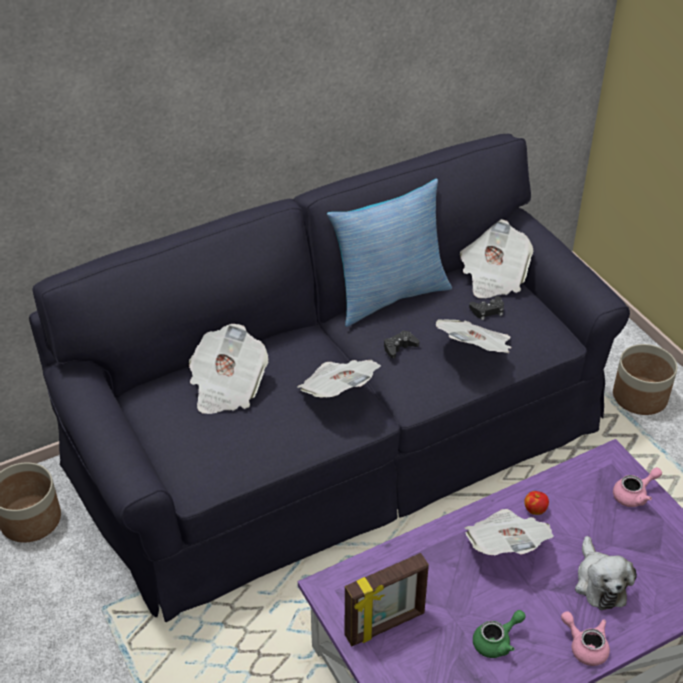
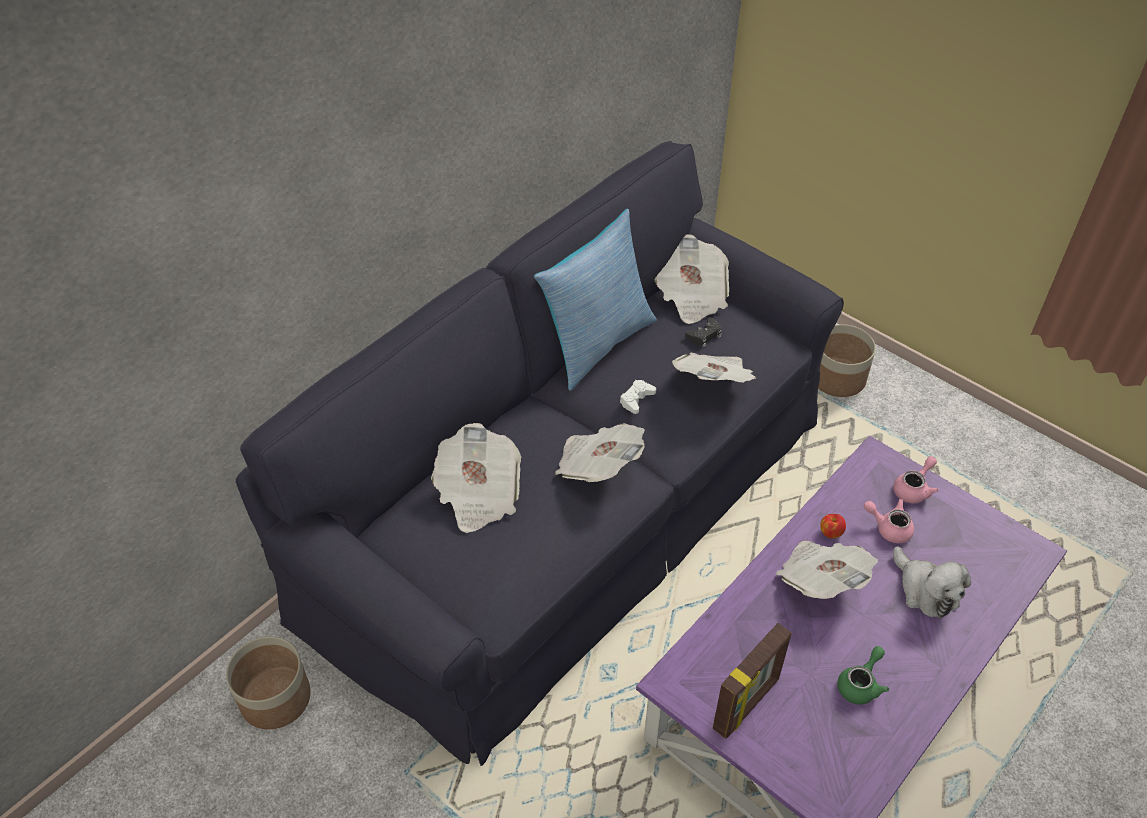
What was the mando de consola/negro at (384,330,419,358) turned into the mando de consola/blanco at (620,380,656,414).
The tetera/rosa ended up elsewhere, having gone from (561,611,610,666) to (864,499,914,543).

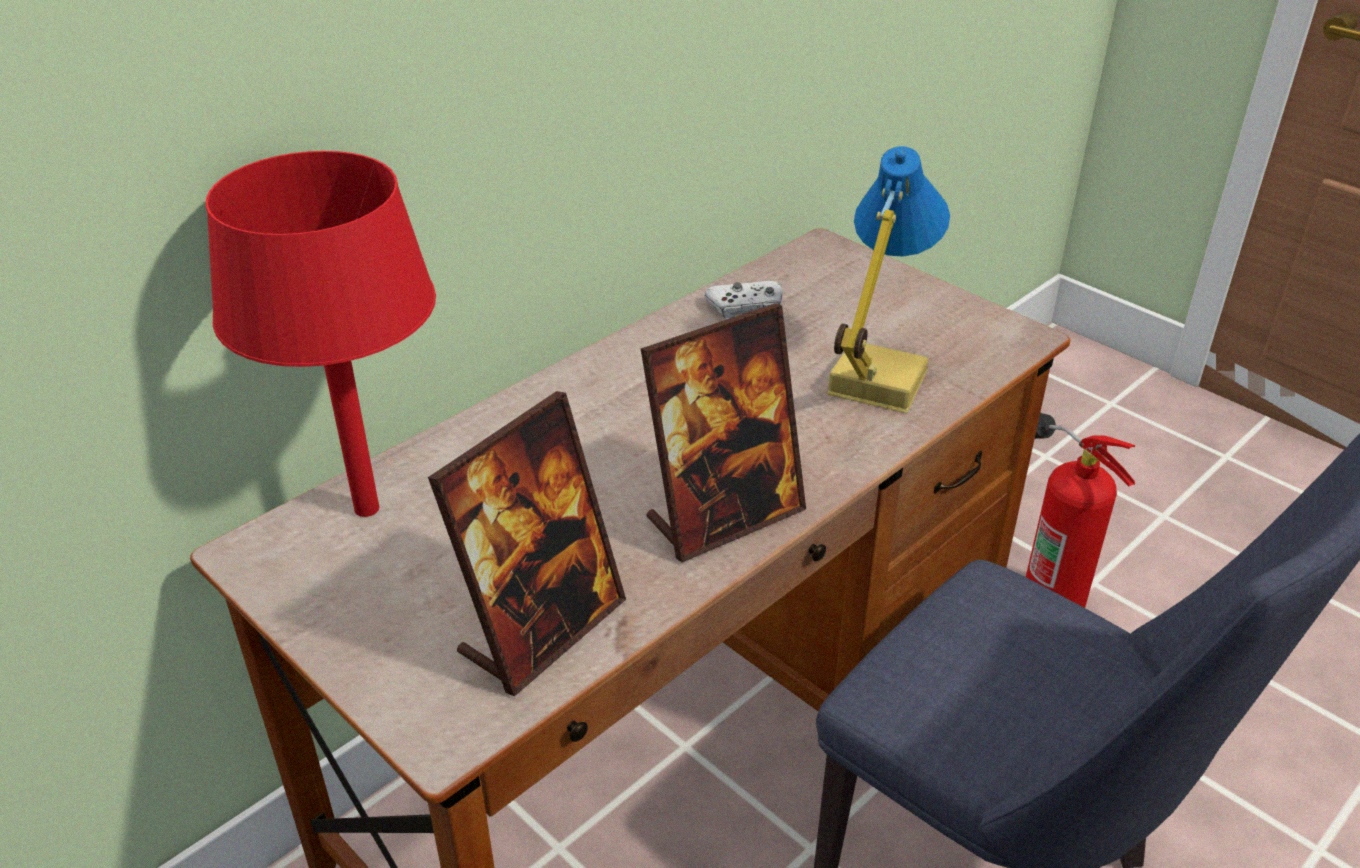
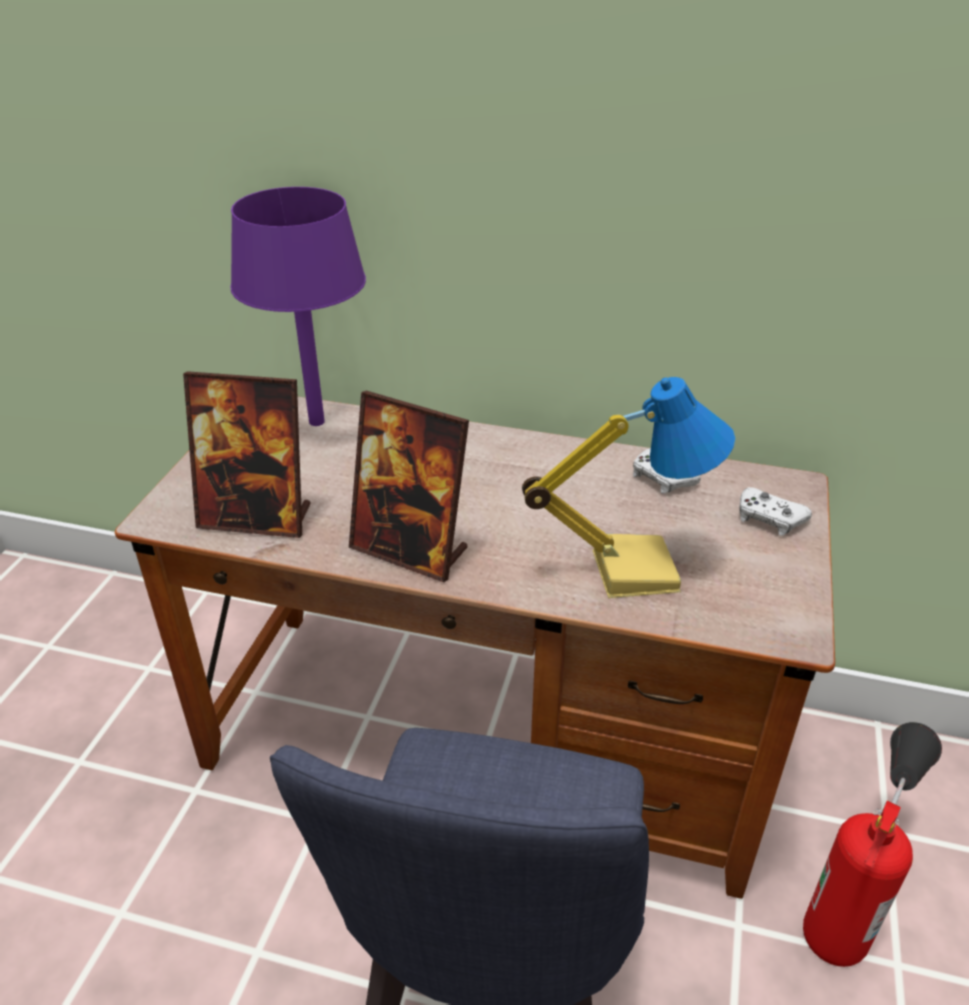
What was the lámpara de mesa/rojo at (206,151,436,517) turned into the lámpara de mesa/morado at (230,187,366,426).
The second view gained the mando de consola/blanco at (739,487,812,536).

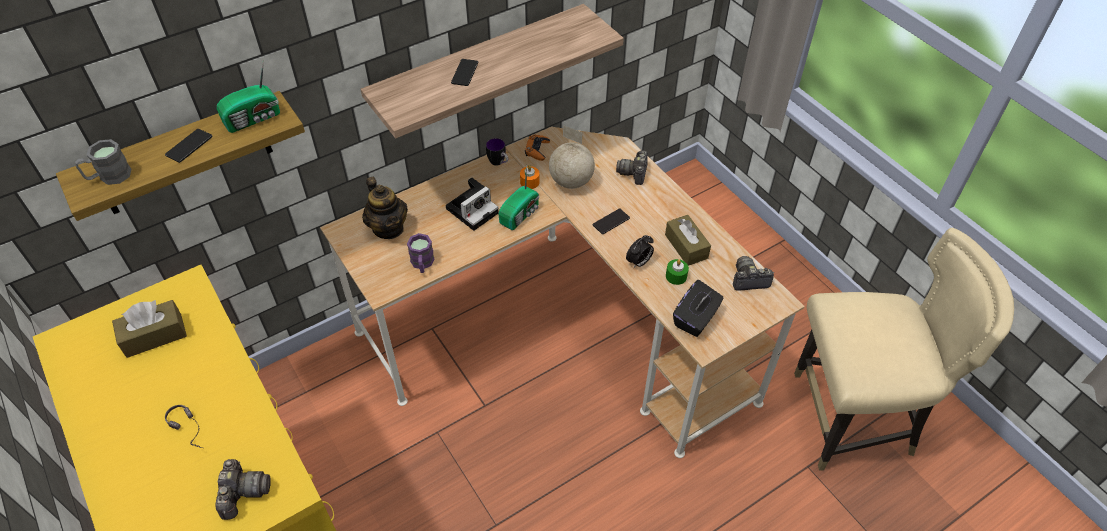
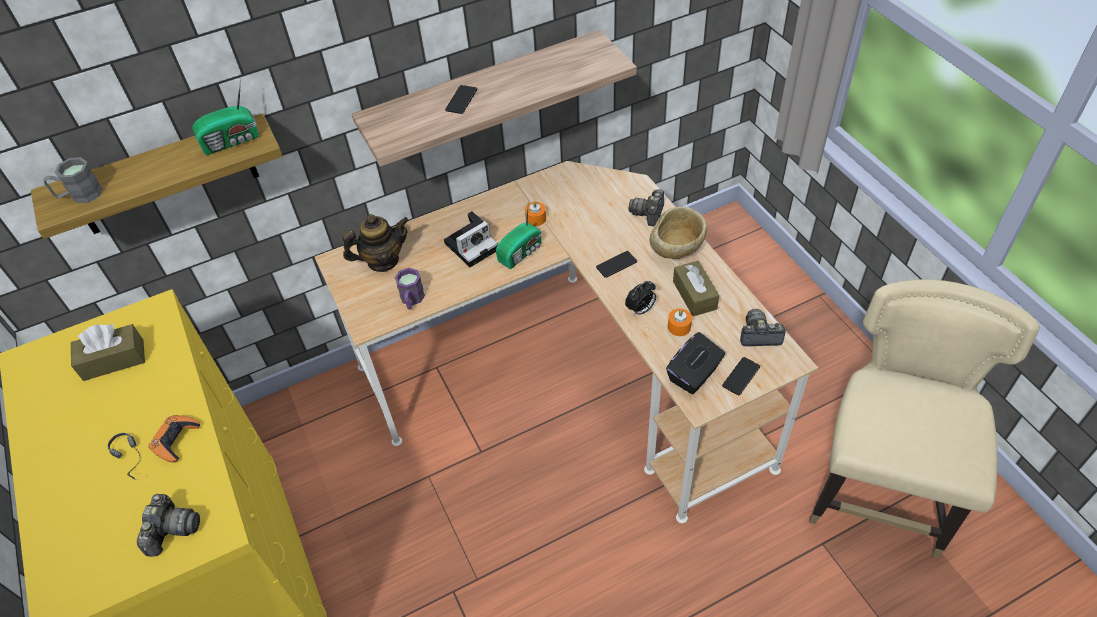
The mando de consola/naranja ended up elsewhere, having gone from (525,135,550,161) to (149,415,200,463).
The tetera at (362,177,408,239) ended up facing another way, 90 degrees counterclockwise from before.
The second view gained the cuenco/beis at (650,206,708,259).
What was the vela/verde at (666,259,689,285) turned into the vela/naranja at (668,309,692,336).
The móvil ended up elsewhere, having gone from (165,129,212,163) to (722,357,760,395).
The silla/beis at (794,228,1014,471) ended up facing another way, 75 degrees counterclockwise from before.
The second view lost the taza grande at (486,138,508,166).
The second view lost the globo terráqueo at (549,125,595,189).

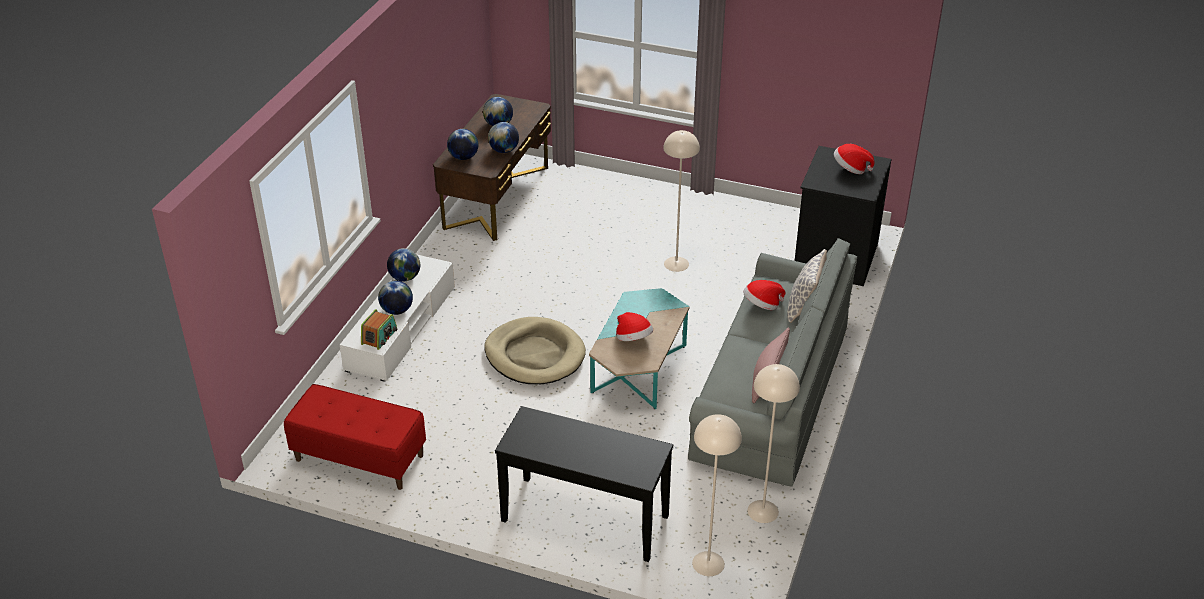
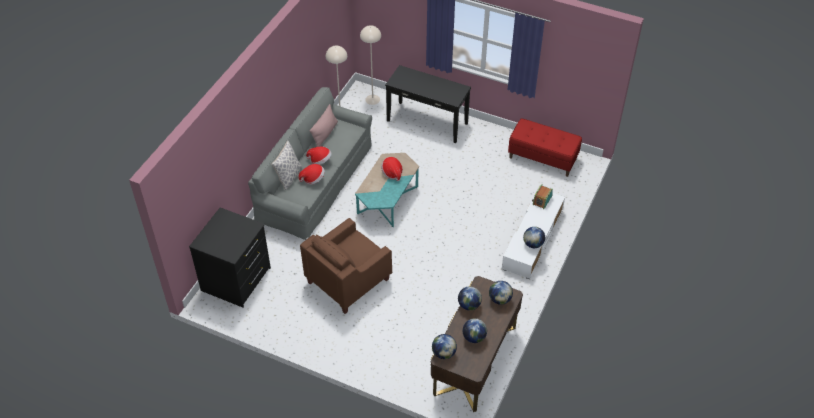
Where the lámpara de pie/beis stood at (663,130,700,272), the sillón/marrón came to stand at (300,218,392,314).
The sombrero ended up elsewhere, having gone from (834,144,874,174) to (306,147,332,165).
The globo terráqueo ended up elsewhere, having gone from (378,281,413,315) to (432,334,457,359).
The second view lost the cama para perro/beis at (485,317,586,384).

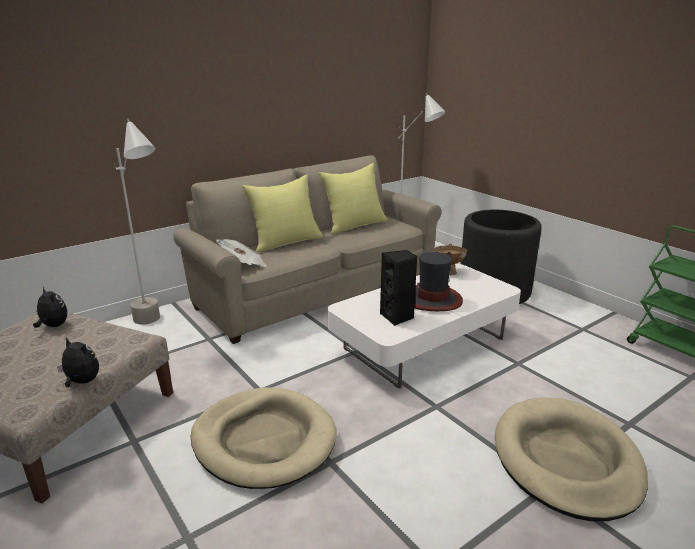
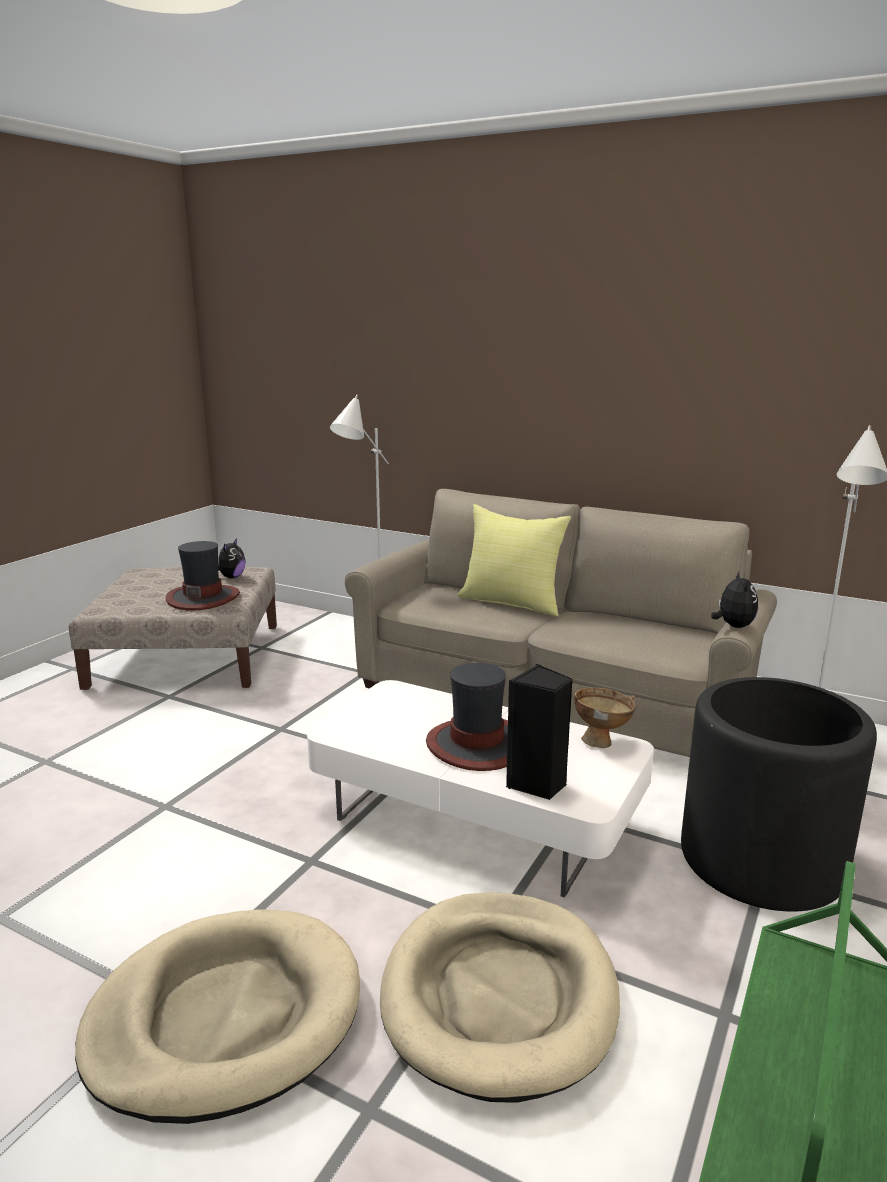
The second view gained the sombrero at (166,541,240,611).
The cama para perro/beis ended up elsewhere, having gone from (191,387,337,489) to (380,892,620,1103).
The altavoz/negro ended up elsewhere, having gone from (380,250,417,326) to (506,664,573,800).
The peluche ended up elsewhere, having gone from (57,337,99,387) to (711,570,758,628).
The second view lost the periódico at (216,239,267,267).
The second view lost the cojín/amarillo at (319,163,387,234).

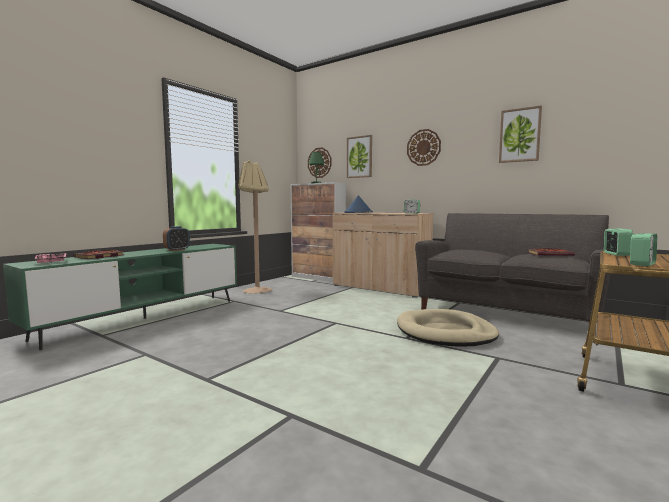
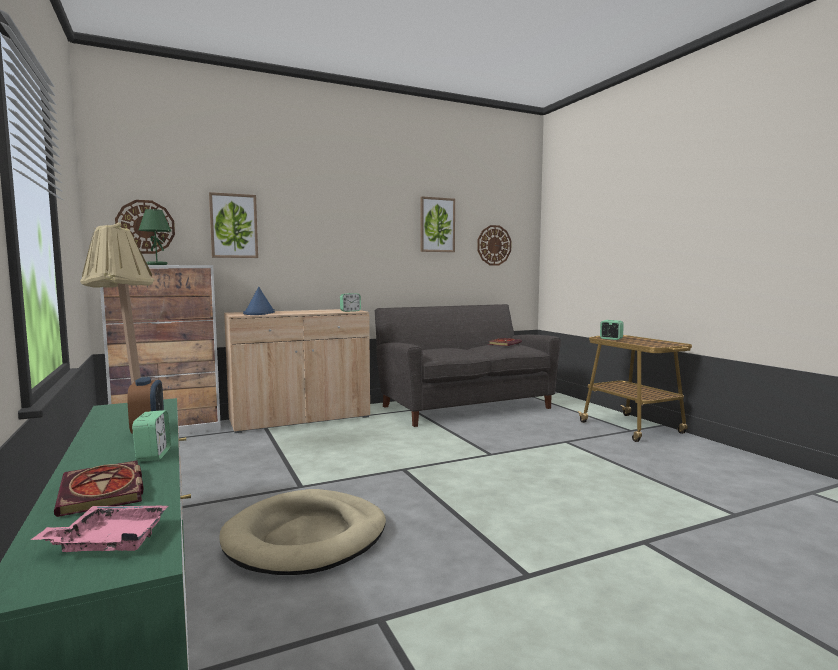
The despertador ended up elsewhere, having gone from (630,233,657,266) to (132,410,171,462).
The cama para perro/beis ended up elsewhere, having gone from (397,309,499,347) to (219,489,386,575).
The reloj de pared ended up elsewhere, having gone from (407,129,441,166) to (477,225,511,265).

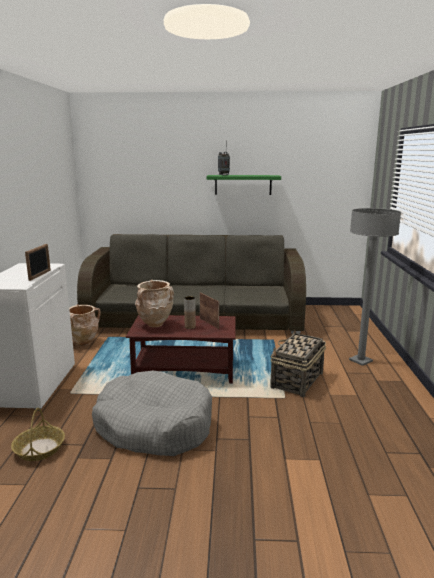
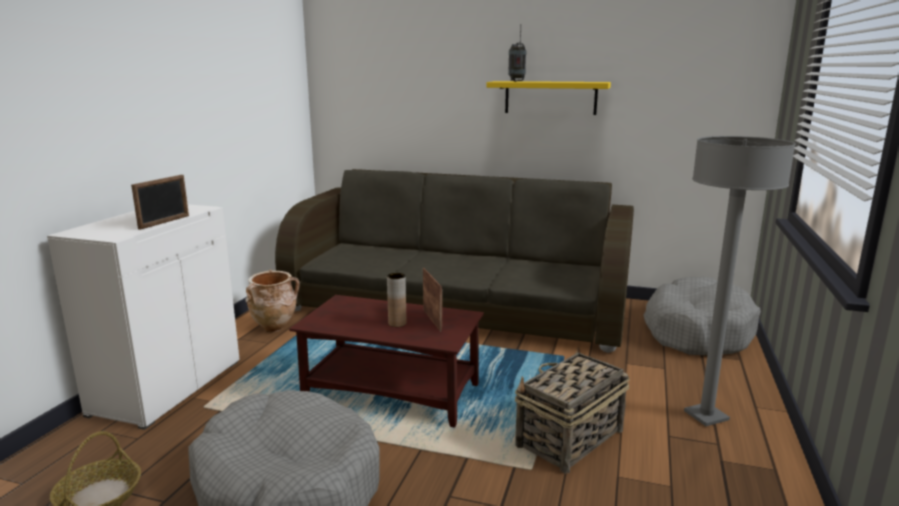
What was the estante/verde at (207,175,281,195) turned into the estante/amarillo at (486,81,611,115).
The second view gained the cama para perro/gris at (644,277,761,355).
The second view lost the florero/beis at (135,280,174,328).

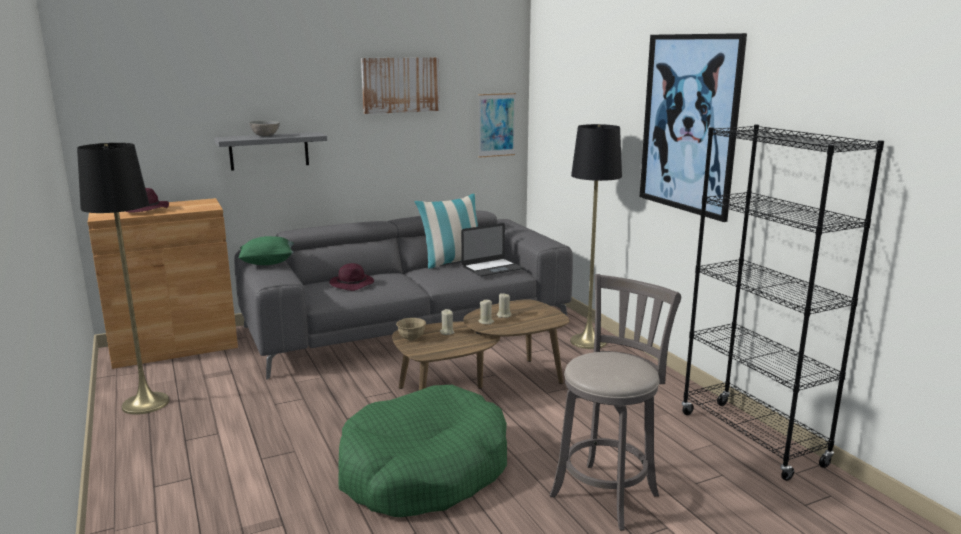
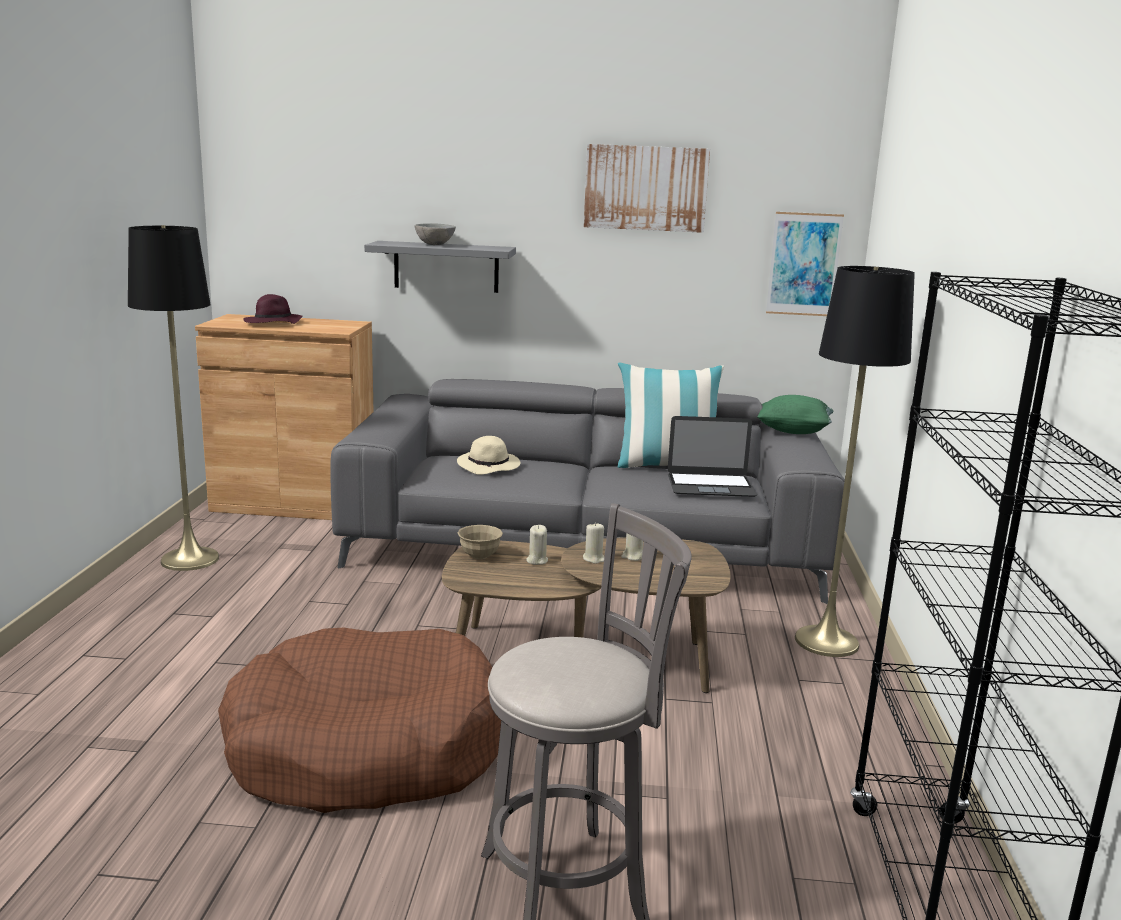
What was the cama para perro/verde at (338,385,507,517) turned into the cama para perro/marrón at (218,628,501,813).
What was the sombrero/morado at (329,263,374,291) turned into the sombrero/beis at (457,436,521,475).
The cojín/verde ended up elsewhere, having gone from (239,236,294,265) to (757,395,834,434).
The second view lost the cuadro at (640,33,747,222).

